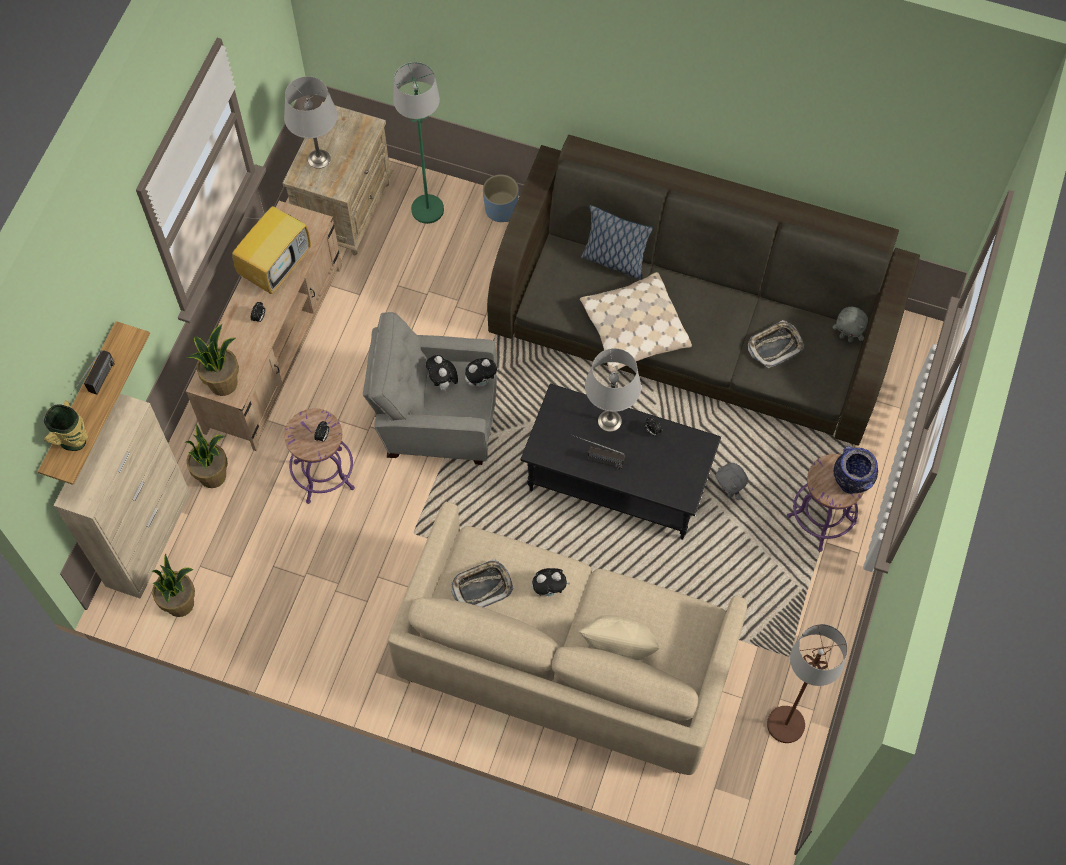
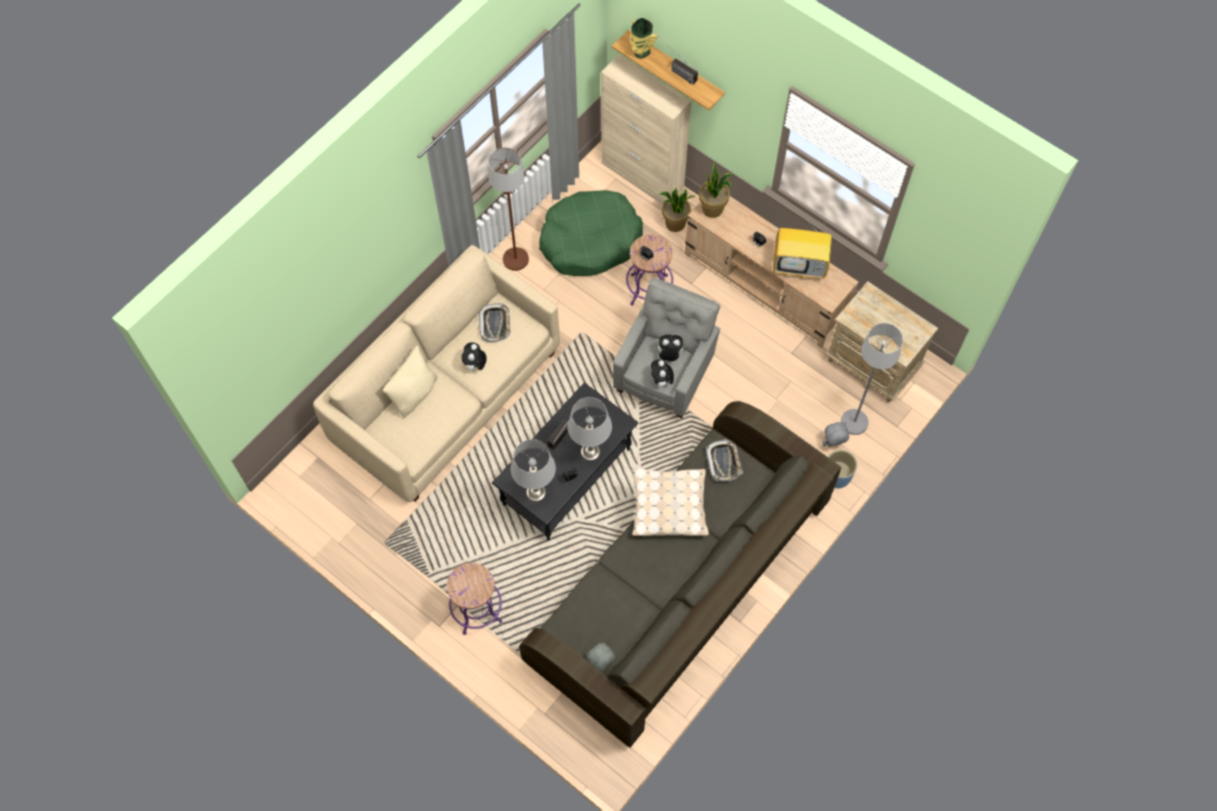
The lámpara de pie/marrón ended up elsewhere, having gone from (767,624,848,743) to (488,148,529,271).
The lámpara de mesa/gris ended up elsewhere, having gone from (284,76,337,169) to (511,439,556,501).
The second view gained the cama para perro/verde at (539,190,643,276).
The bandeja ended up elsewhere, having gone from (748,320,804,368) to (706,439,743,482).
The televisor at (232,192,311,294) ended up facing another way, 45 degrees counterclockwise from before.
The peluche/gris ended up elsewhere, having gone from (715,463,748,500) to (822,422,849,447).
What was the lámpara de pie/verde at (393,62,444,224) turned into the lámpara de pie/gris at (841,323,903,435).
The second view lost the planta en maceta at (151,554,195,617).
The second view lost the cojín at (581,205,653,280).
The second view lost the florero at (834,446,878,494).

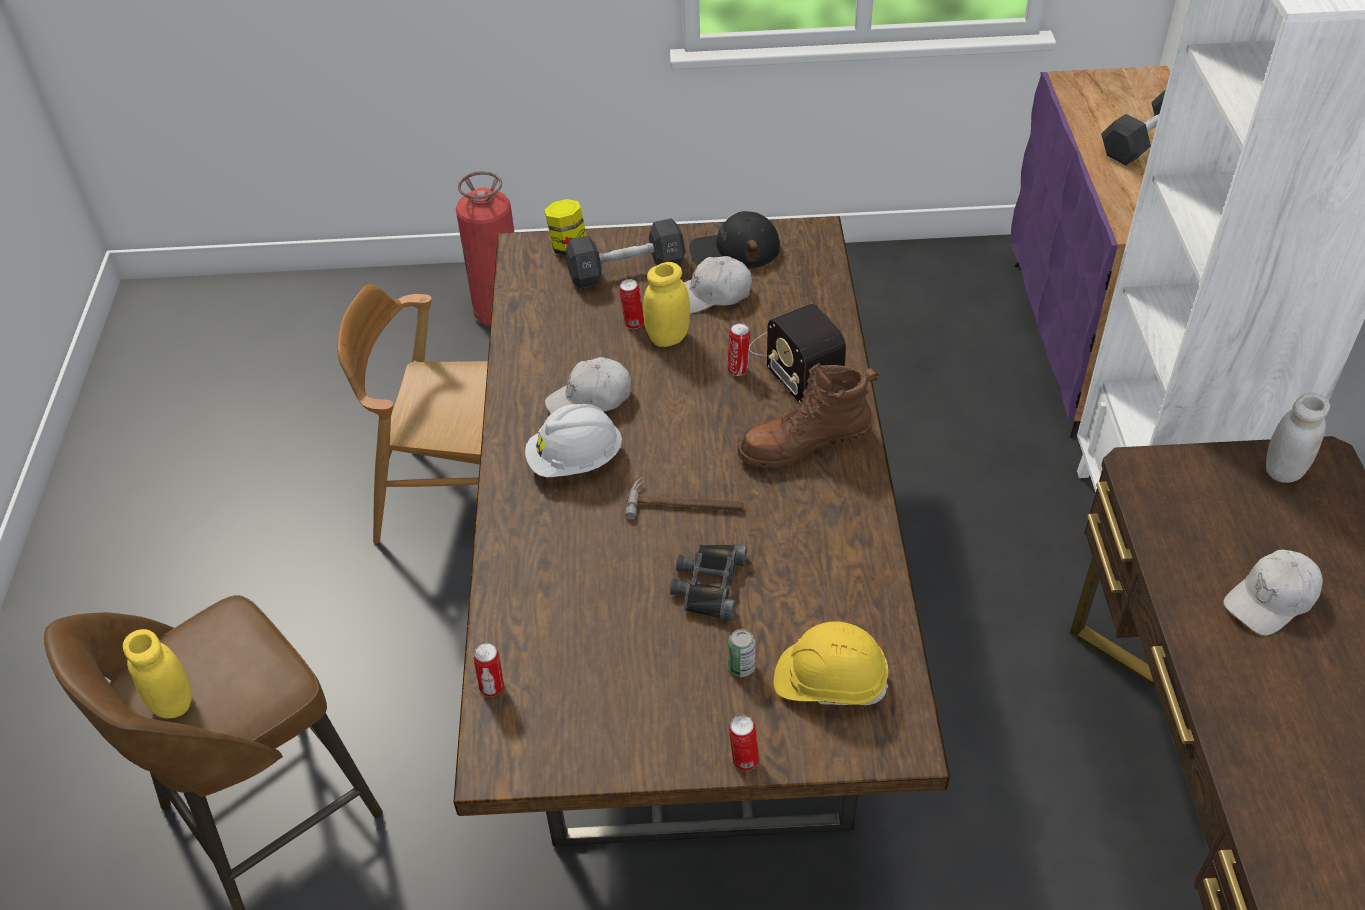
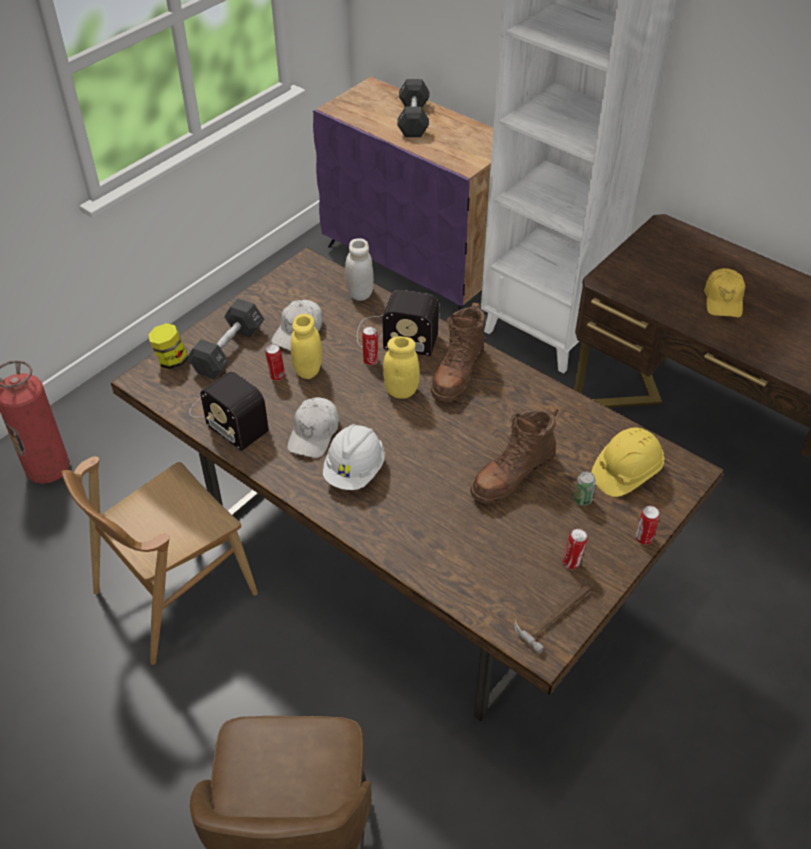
The second view gained the radio at (189,371,269,451).
The tarro/blanco ended up elsewhere, having gone from (1266,392,1330,483) to (345,238,374,301).
The tarro/amarillo ended up elsewhere, having gone from (123,629,192,719) to (383,336,420,399).
Where the prismáticos/negro stood at (670,544,747,621), the bota/marrón came to stand at (470,407,559,504).
The martillo ended up elsewhere, having gone from (625,477,744,520) to (514,583,592,654).
The lata ended up elsewhere, having gone from (473,643,504,697) to (562,529,588,569).
What was the gorra/blanco at (1223,550,1323,636) turned into the gorra/amarillo at (704,268,745,318).
The second view lost the gorra/negro at (689,211,780,269).

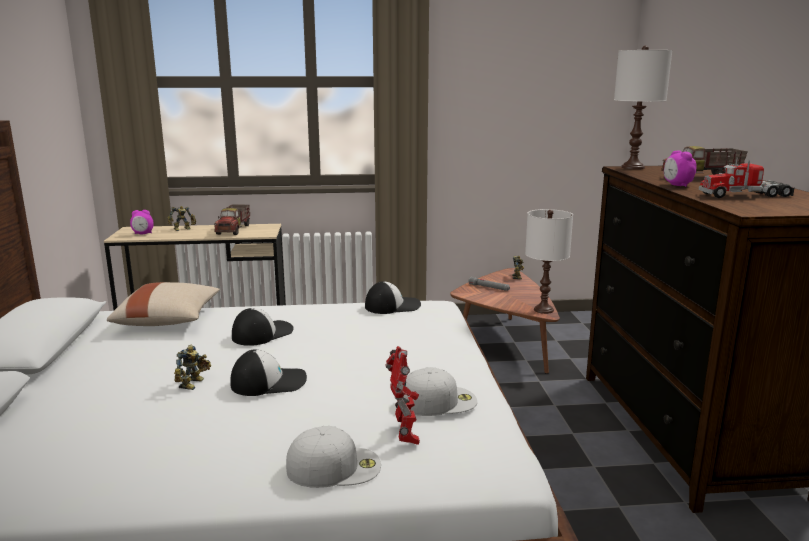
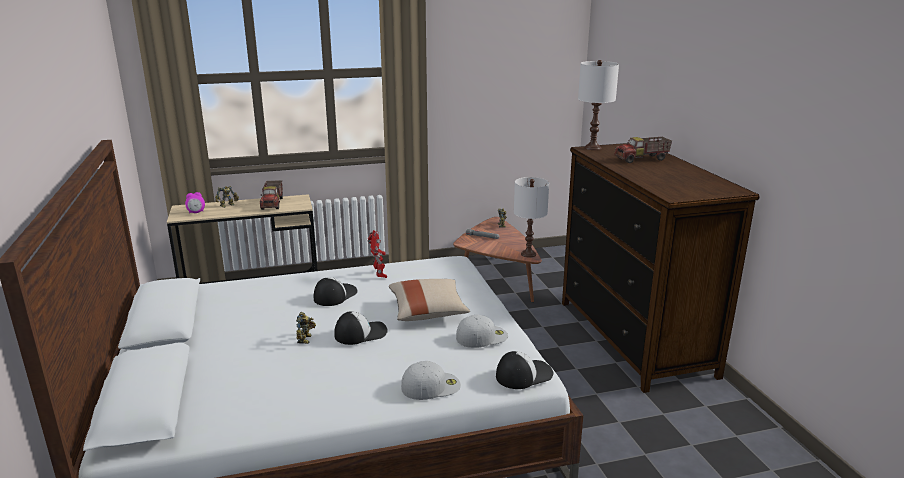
The robot de juguete ended up elsewhere, having gone from (385,346,420,445) to (367,230,387,278).
The cojín/beis ended up elsewhere, having gone from (107,282,220,326) to (389,279,470,321).
The gorra ended up elsewhere, having gone from (365,281,421,314) to (496,351,553,389).
The second view lost the despertador at (664,150,696,187).
The second view lost the camión de juguete at (699,158,795,198).

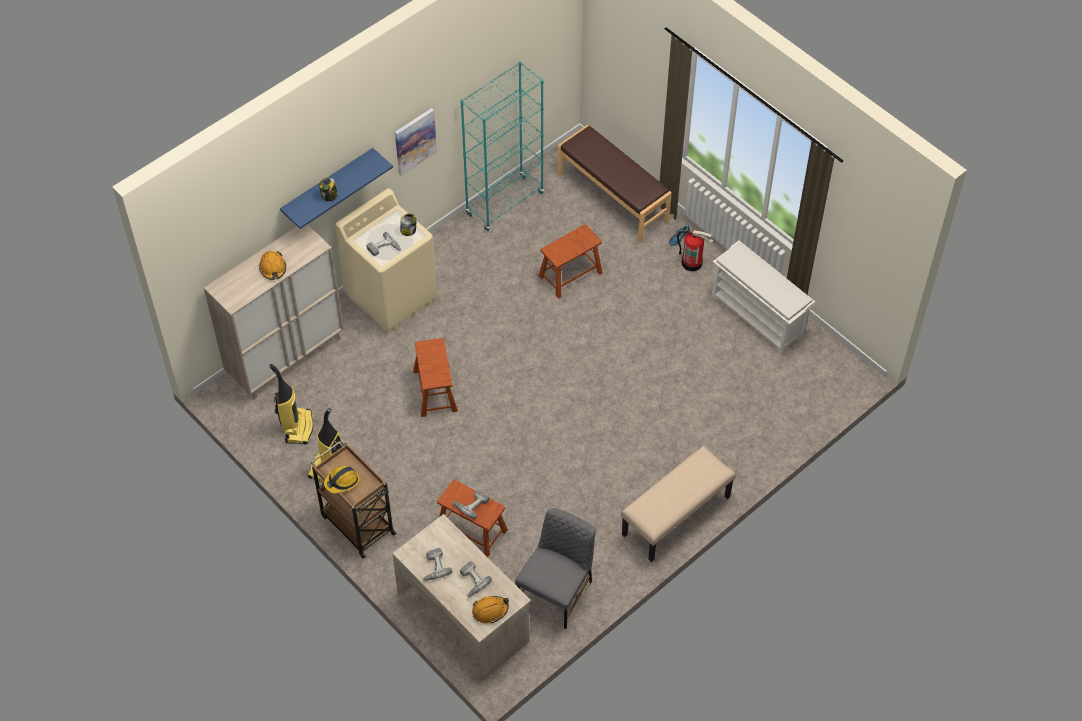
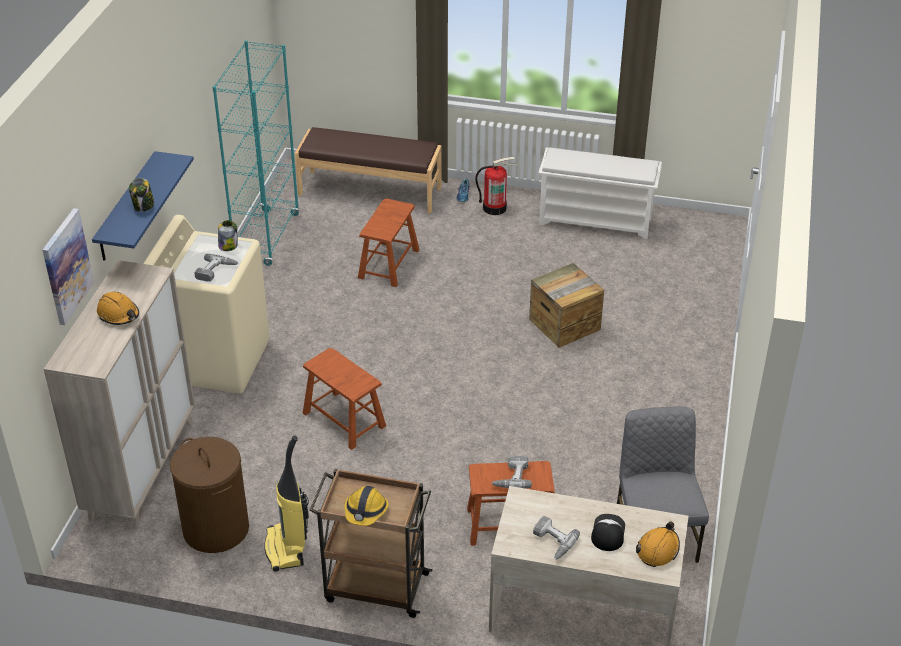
The cuadro ended up elsewhere, having gone from (395,108,437,176) to (43,208,94,325).
Where the aspiradora stood at (269,364,313,445), the cesto de la ropa/marrón came to stand at (170,437,249,553).
The second view gained the caja de embalaje at (529,263,604,348).
Where the taladro stood at (460,561,492,597), the gorra came to stand at (591,514,625,551).
The second view lost the banco/beis at (621,446,736,562).

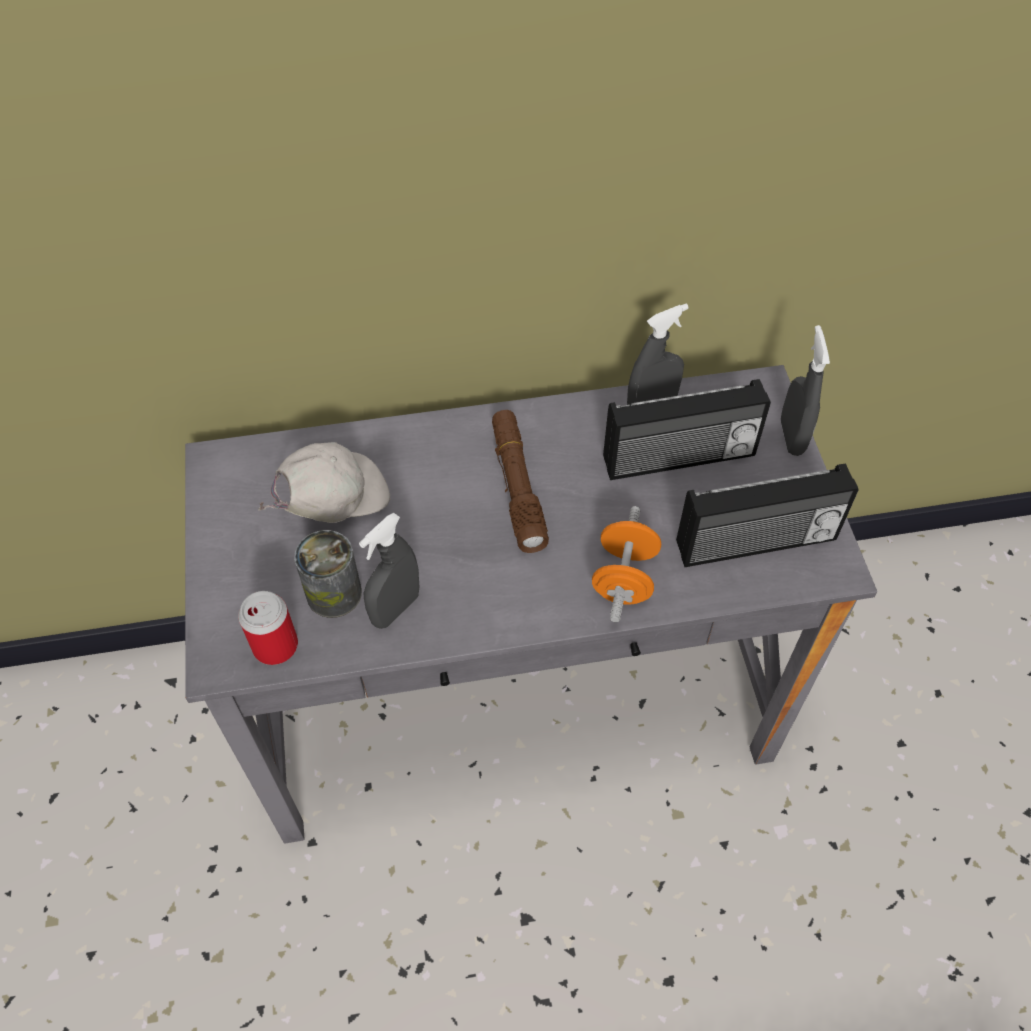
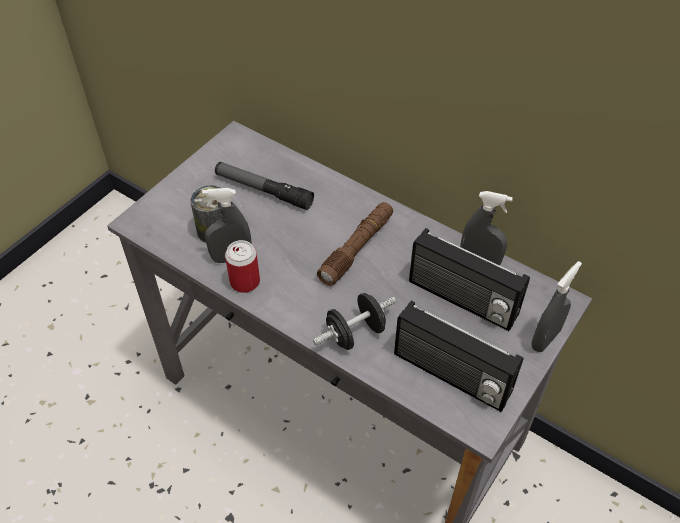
Where the gorra/blanco stood at (258,442,390,523), the linterna came to stand at (215,162,314,210).
The lata ended up elsewhere, having gone from (238,591,298,665) to (225,240,260,293).
What was the mancuerna/naranja at (592,506,661,622) turned into the mancuerna/negro at (313,293,396,350).

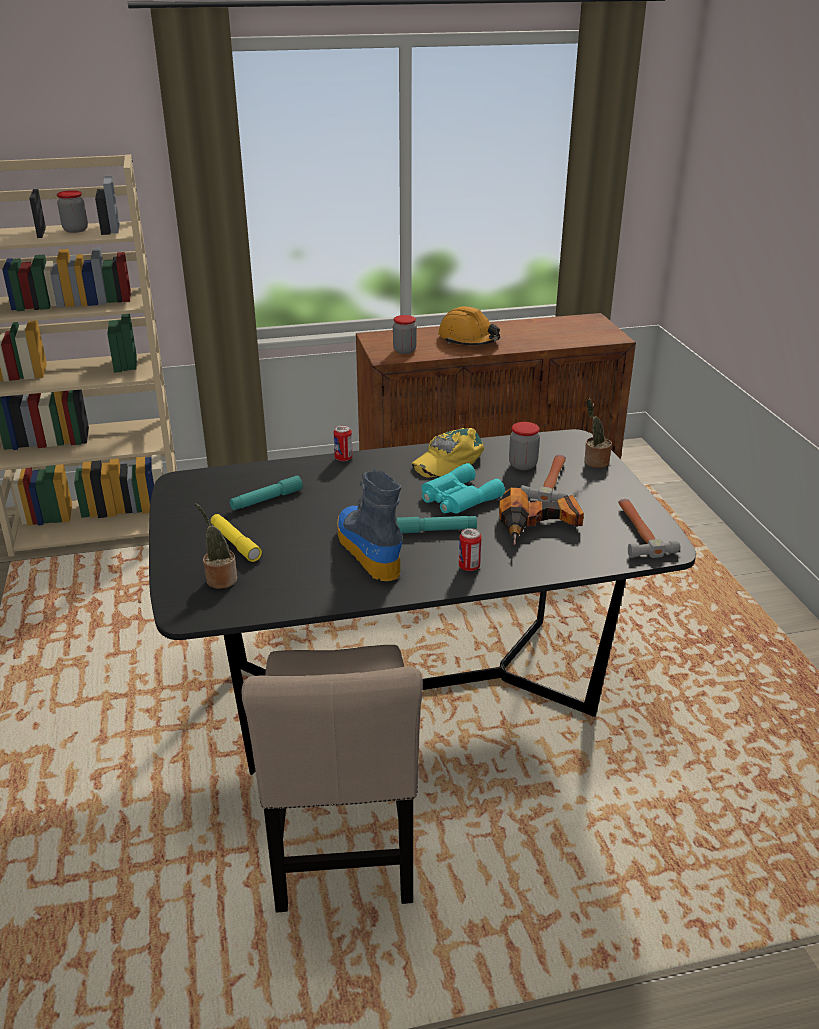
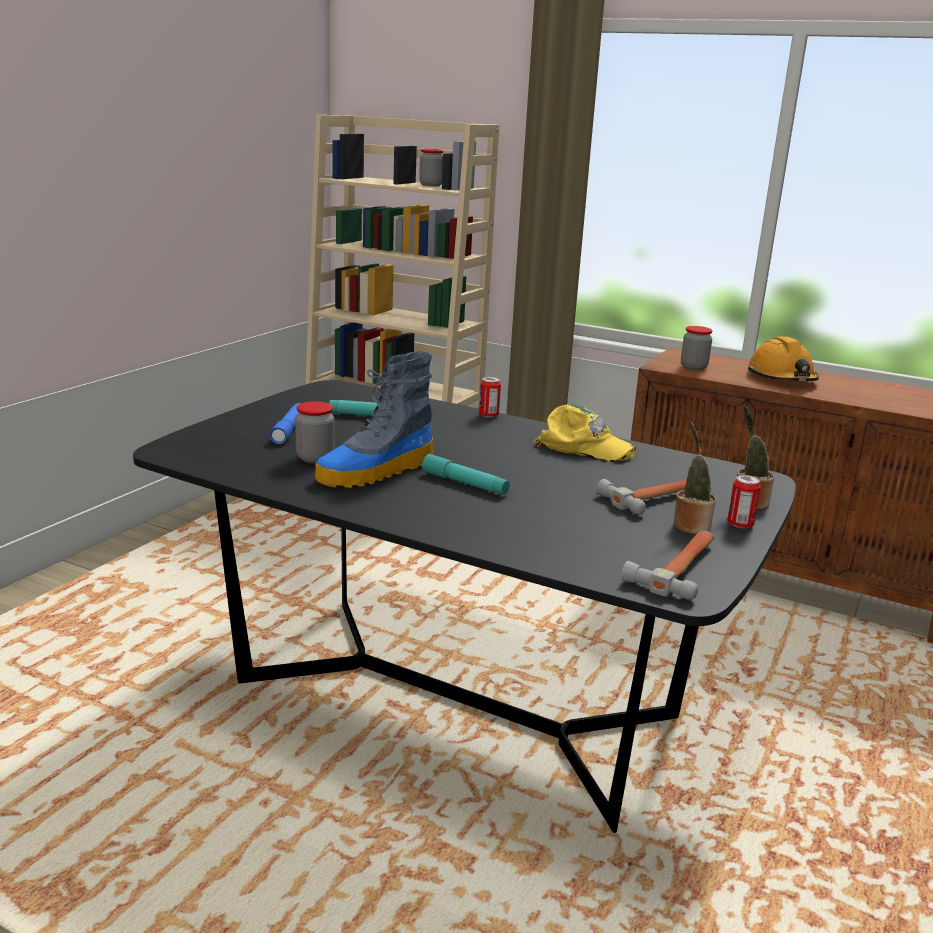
What was the linterna/amarillo at (211,514,262,562) turned into the linterna/azul at (269,403,301,444).
The tarro ended up elsewhere, having gone from (509,422,540,470) to (295,401,334,463).
The bota at (337,469,403,581) ended up facing another way, 150 degrees counterclockwise from before.
The gorra/amarillo at (412,428,484,478) ended up facing another way, 150 degrees counterclockwise from before.
The planta en maceta ended up elsewhere, having gone from (194,503,237,589) to (674,421,716,534).
The lata ended up elsewhere, having gone from (459,528,482,571) to (727,475,761,529).
The second view lost the silla/beis at (241,645,423,913).
The second view lost the prismáticos/turquesa at (421,463,505,514).
The second view lost the taladro at (499,488,584,545).

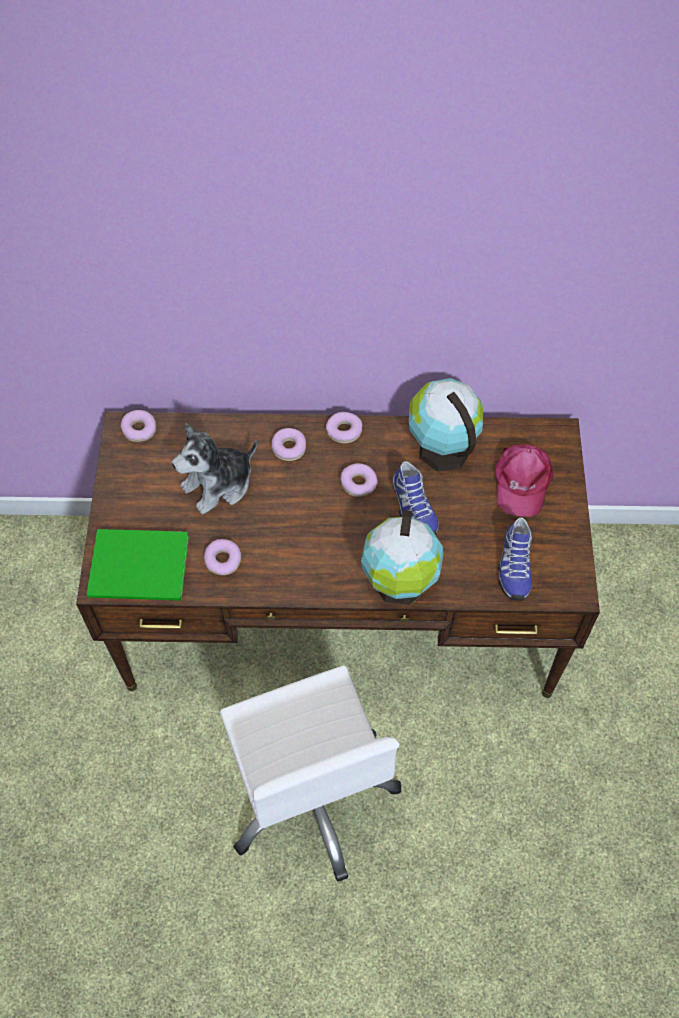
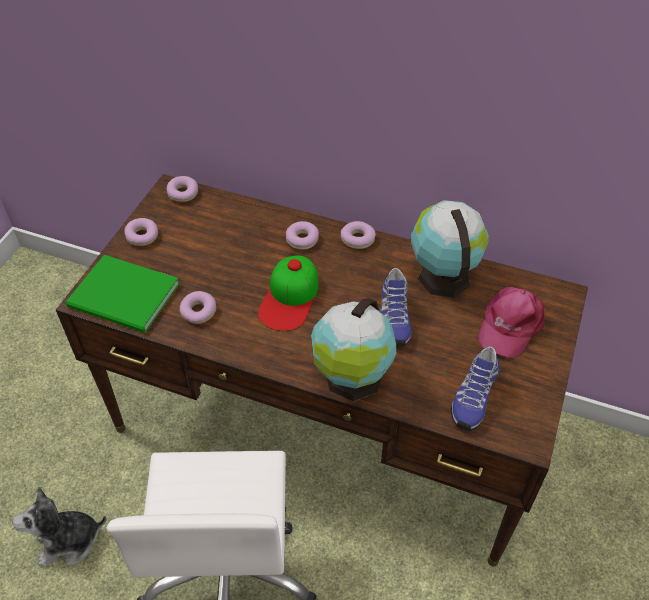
The peluche ended up elsewhere, having gone from (172,423,257,514) to (12,486,107,566).
The rosquilla ended up elsewhere, having gone from (340,463,378,497) to (124,218,158,246).
The second view gained the gorra at (258,255,318,331).

